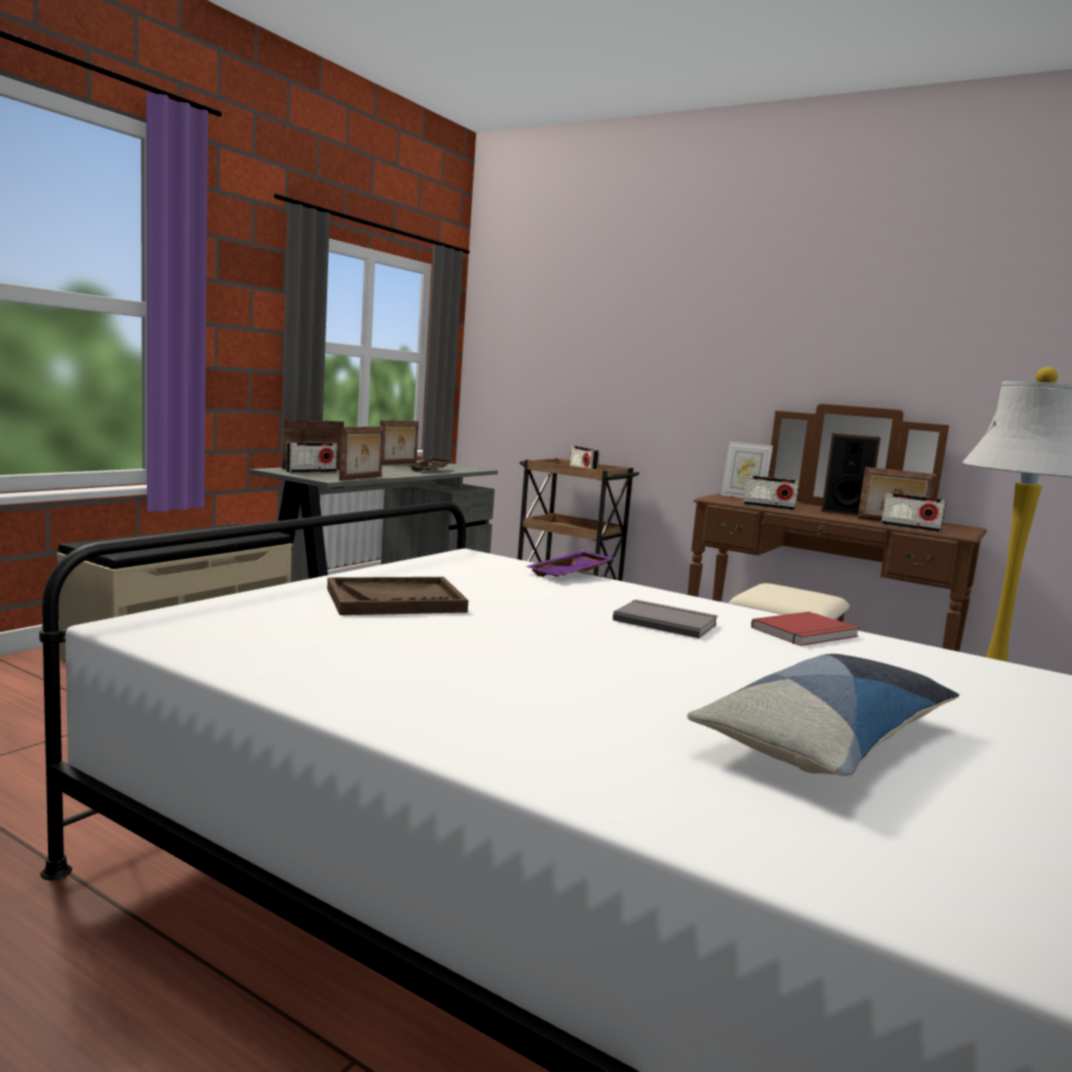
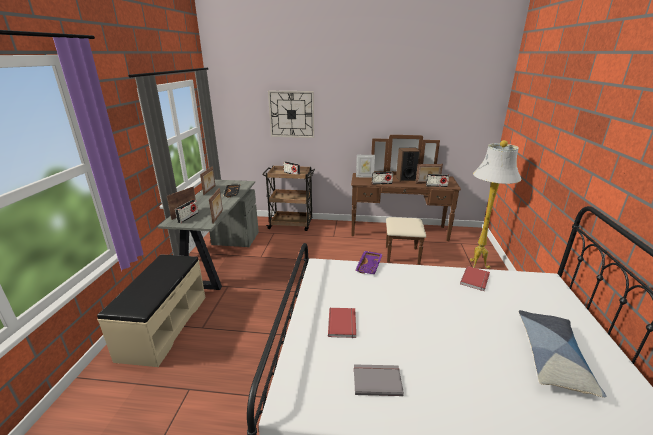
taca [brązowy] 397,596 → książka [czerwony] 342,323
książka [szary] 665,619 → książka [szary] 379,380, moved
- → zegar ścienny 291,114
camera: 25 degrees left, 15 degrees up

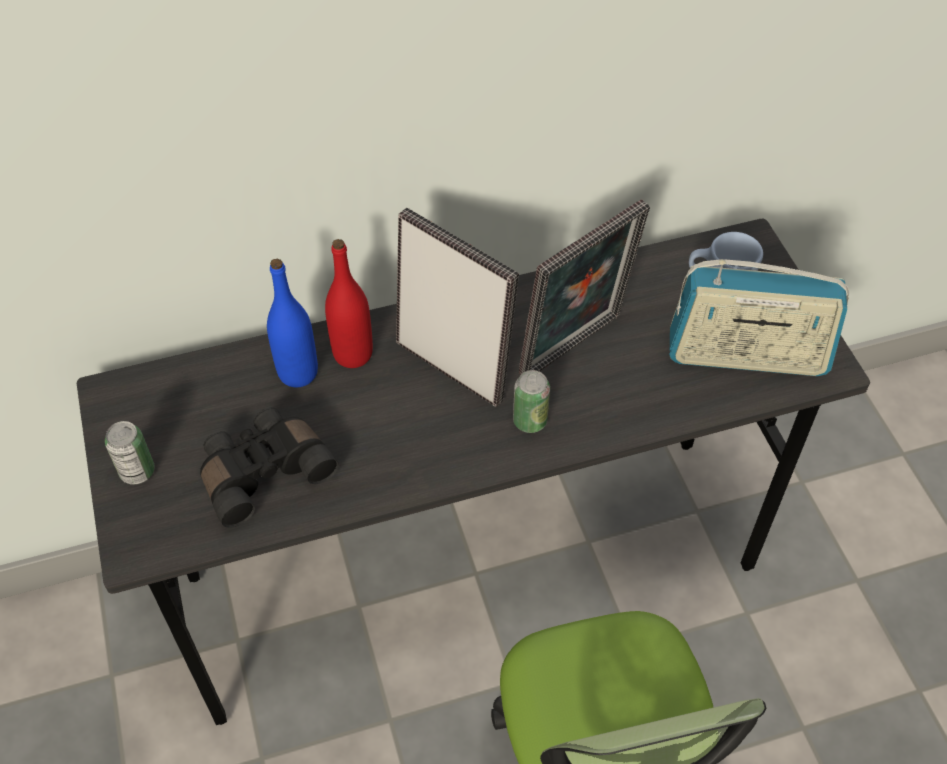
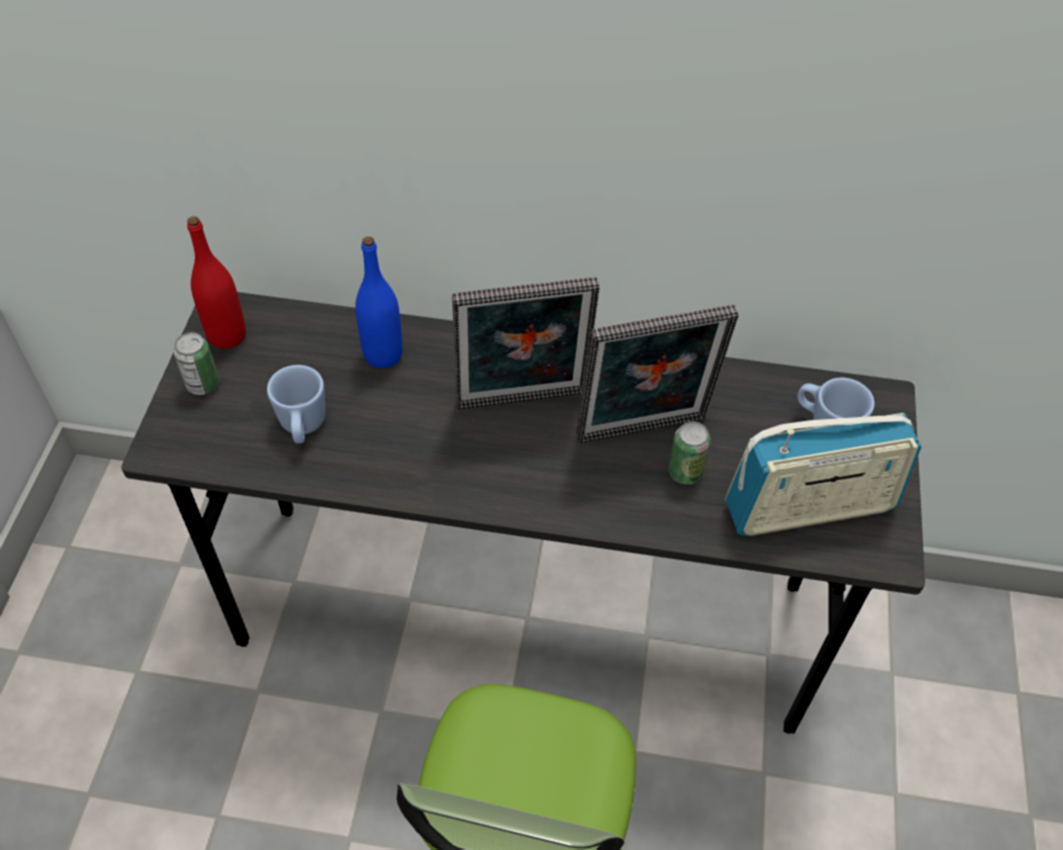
ramka na zdjęcie 457,307 → ramka na zdjęcie 526,343, 105 degrees clockwise
butelka [czerwony] 349,303 → butelka [czerwony] 216,282, moved
radio 759,317 → radio 823,474, 45 degrees counterclockwise
puszka 531,401 → puszka 689,452, moved
lornetka [czarny] 269,467 → kubek [niebieski] 296,404
camera: 25 degrees right, 0 degrees up

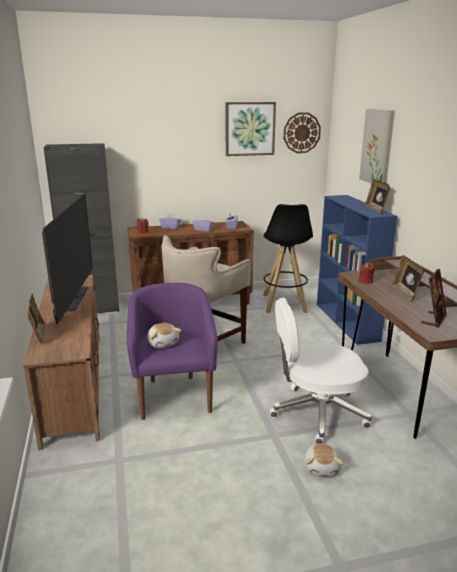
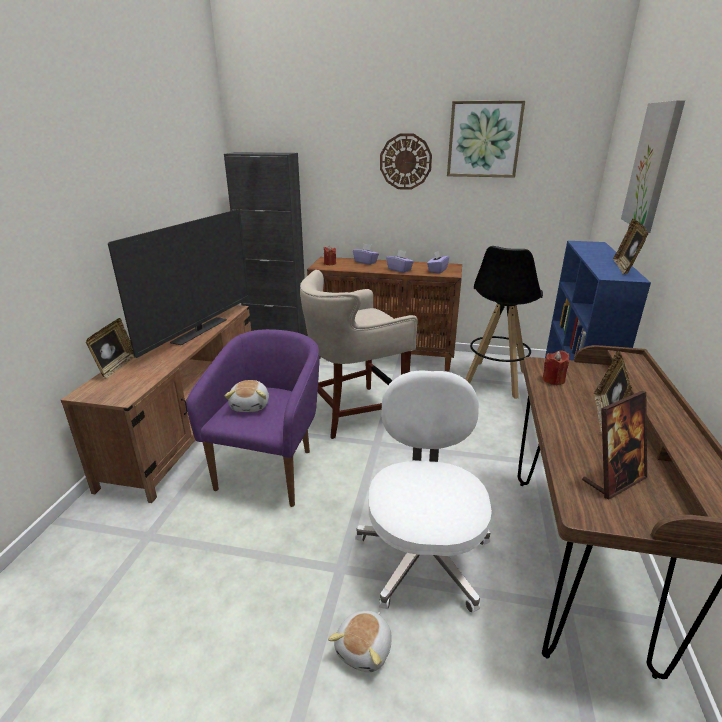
zegar ścienny 302,132 → zegar ścienny 406,162, moved
krzesło biurowe [biały] 321,371 → krzesło biurowe [biały] 423,491, 75 degrees clockwise
camera: 25 degrees right, 5 degrees up

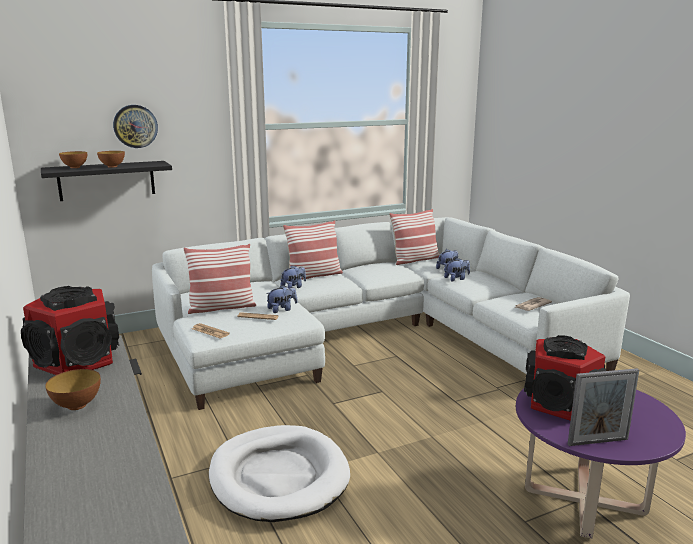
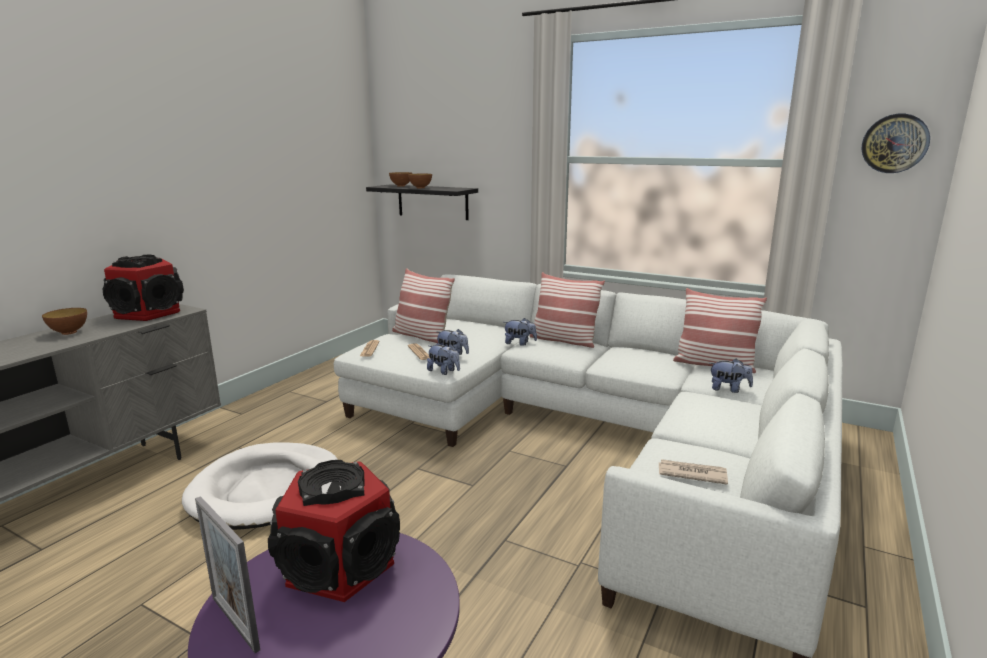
zegar ścienny 135,126 → zegar ścienny 896,143, moved
pluszak 457,269 → pluszak 443,359, moved
camera: 55 degrees right, 0 degrees up

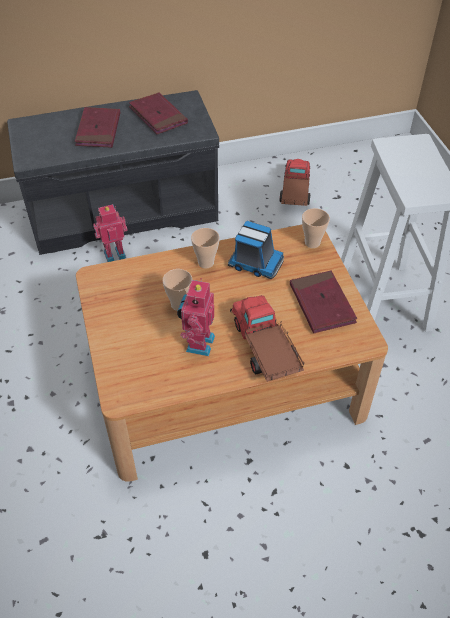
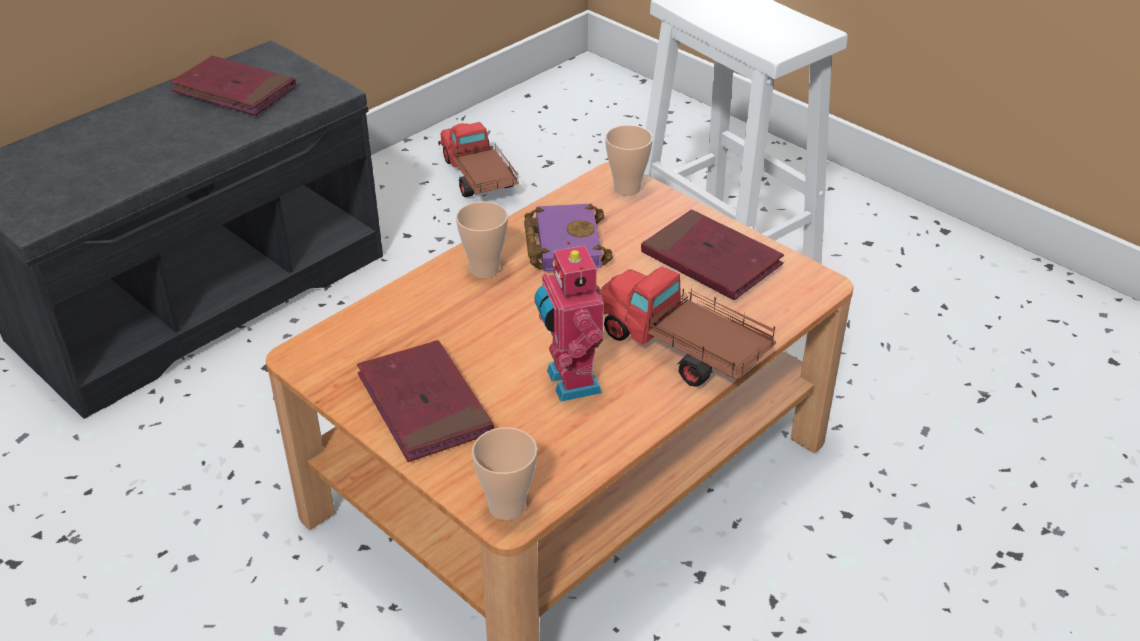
książka [czerwony] 97,127 → książka [czerwony] 425,401, moved
robot zabawkowy 110,233 → -
ciężarówka zabawkowa 256,250 → książka [fioletowy] 568,237
filiżanka 178,290 → filiżanka 504,473, moved
camera: 30 degrees left, 10 degrees down

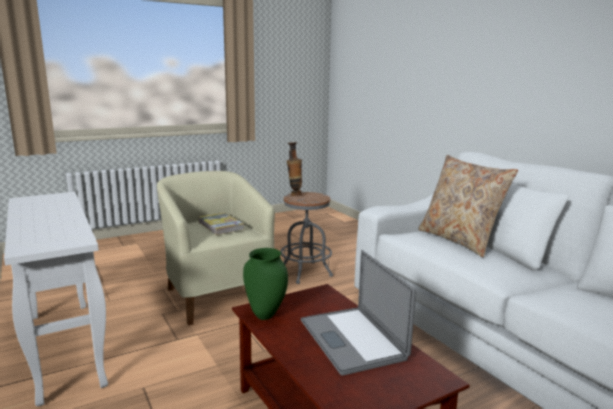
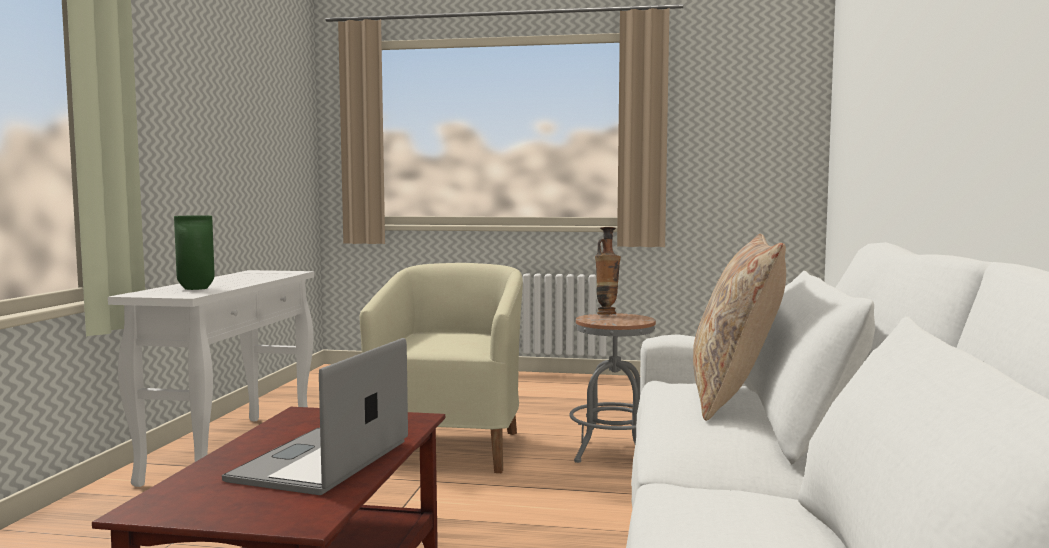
książka 221,223 → -
wazon [zielony] 265,284 → wazon [zielony] 194,252, moved
camera: 40 degrees right, 10 degrees down

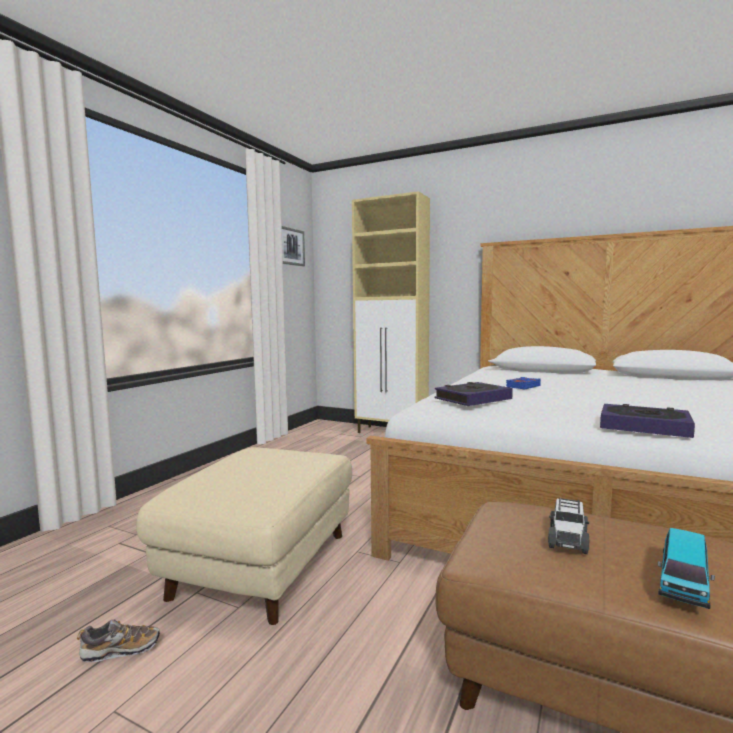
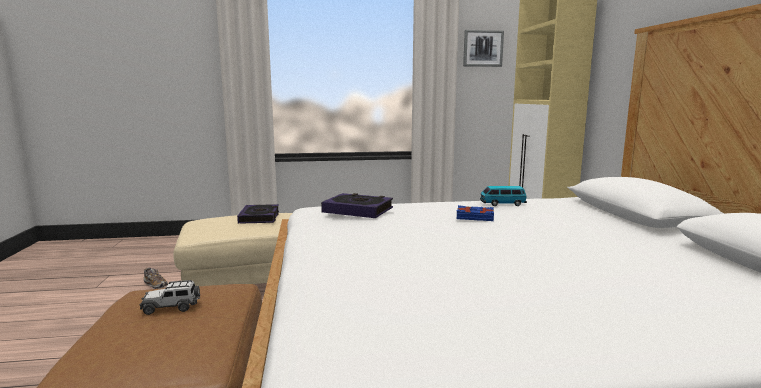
książka 647,421 → książka 258,214, moved
samochodzik 686,568 → samochodzik 503,196, moved
camera: 55 degrees right, 5 degrees up

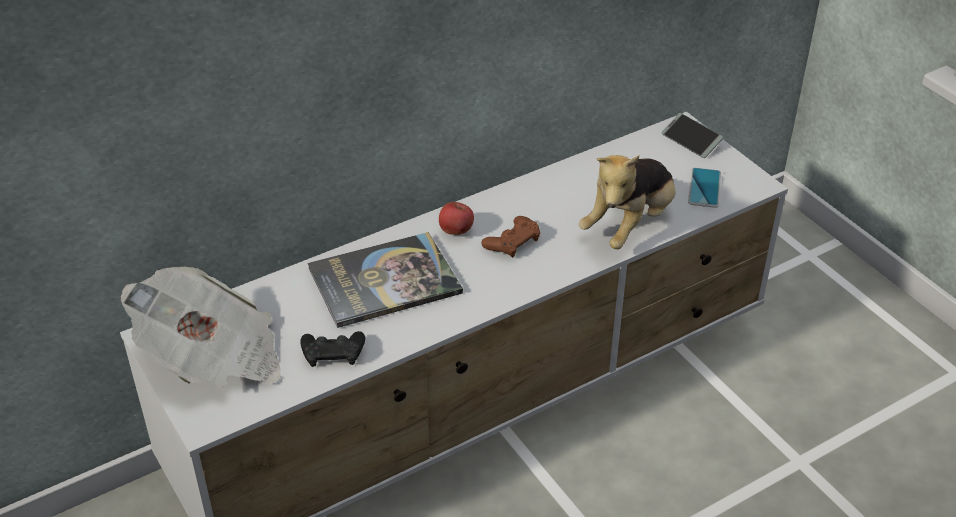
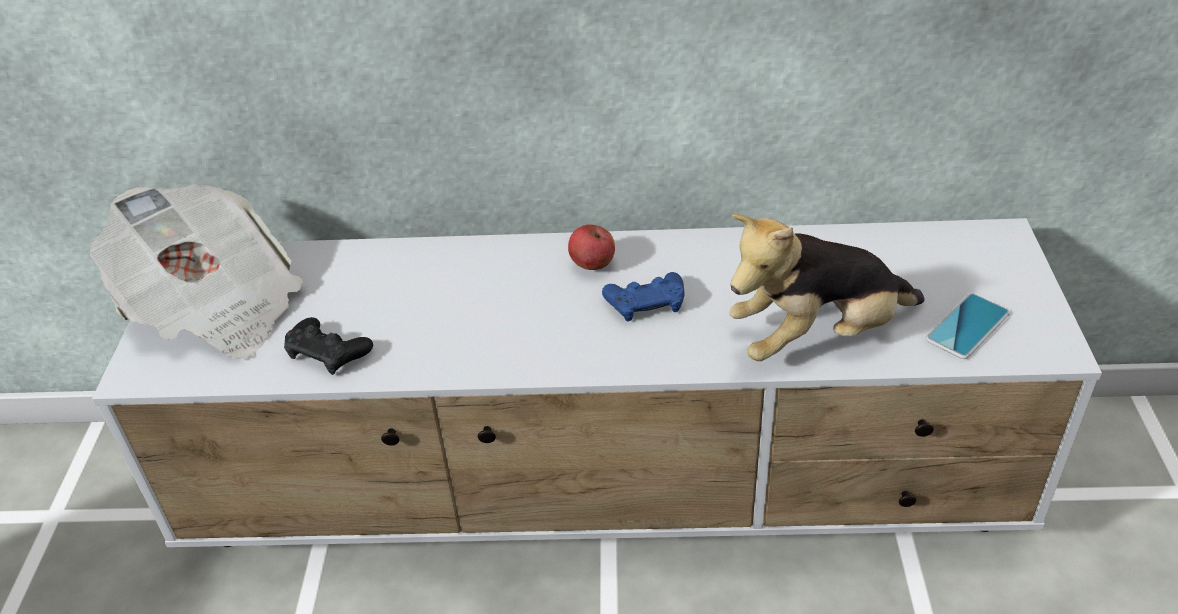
telefon 692,135 → -
pad do gier [brązowy] 510,237 → pad do gier [niebieski] 643,297
książka 385,280 → -
camera: 35 degrees right, 0 degrees up

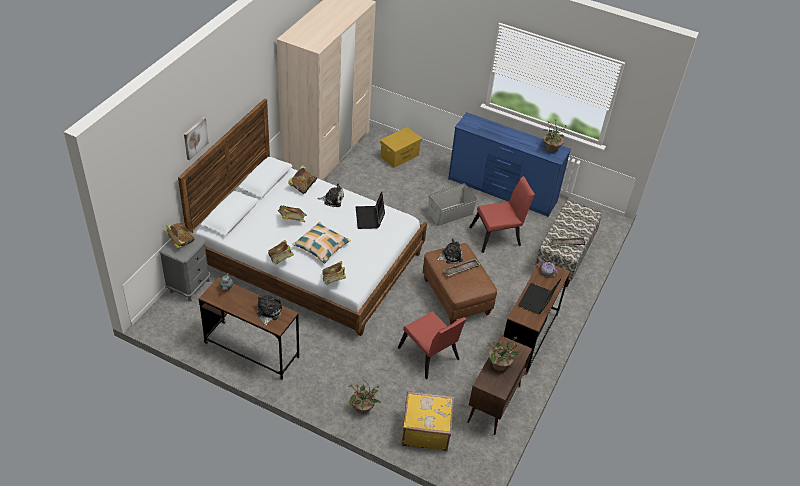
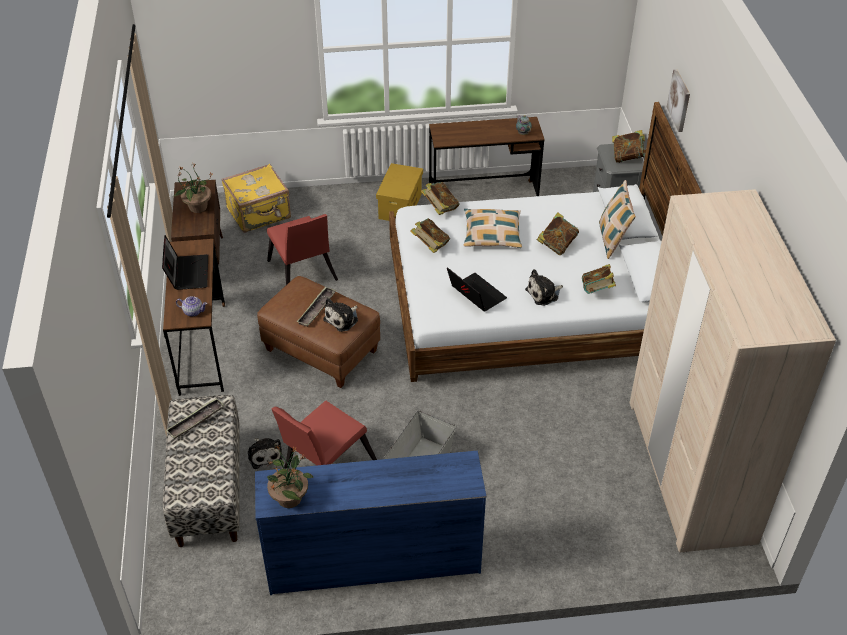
pojemnik do przechowywania [żółty] 401,147 → pojemnik do przechowywania [żółty] 399,192, moved
książka 281,252 → książka 430,235, moved
pluszak 269,310 → pluszak 265,453, moved
krzesło [czerwony] 432,345 → krzesło [czerwony] 302,249, 135 degrees counterclockwise
roślina doniczkowa 365,397 → -
- → poduszka 617,219
camera: 150 degrees right, 0 degrees up

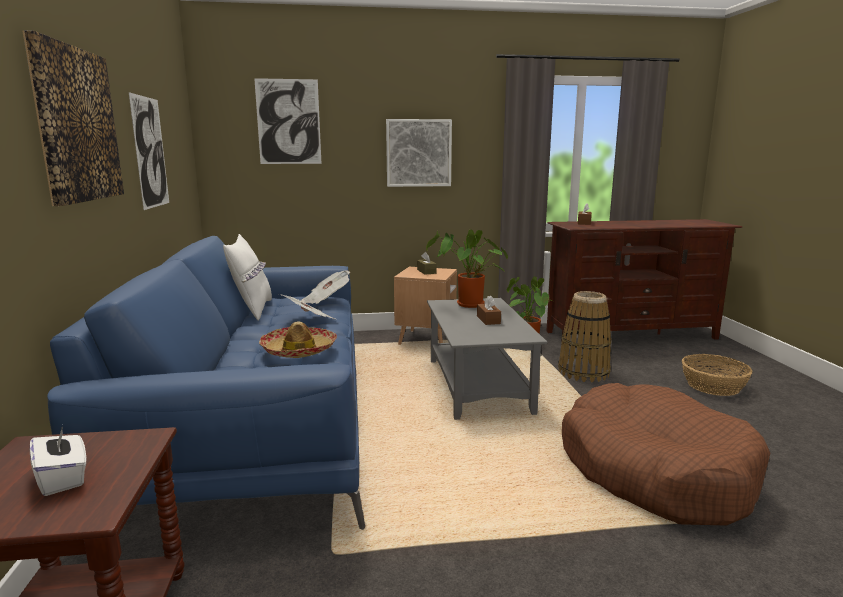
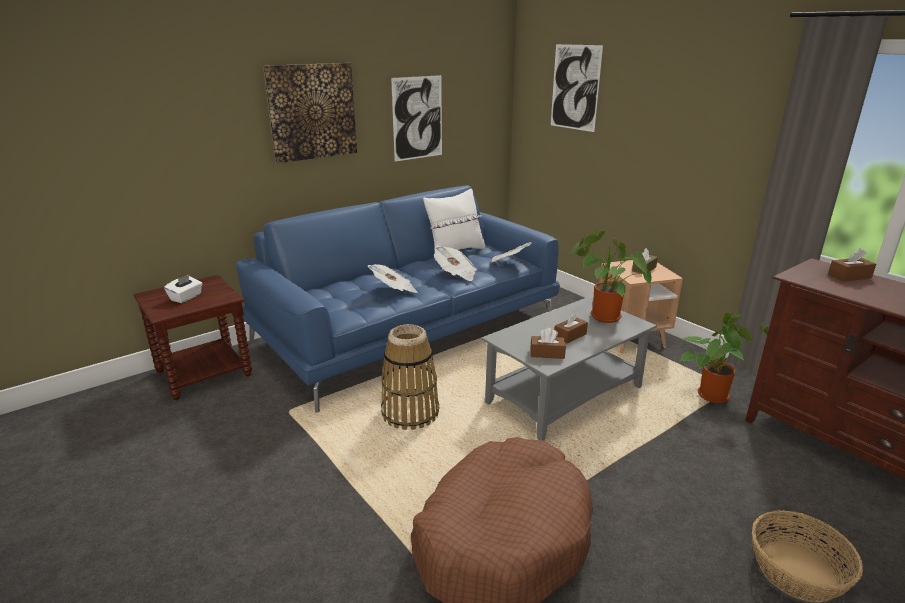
obraz 419,153 → -
koszyk 585,336 → koszyk 410,377, moved
kapelusz 298,339 → gazeta 393,278
- → pudełko chusteczek [brązowy] 548,343
camera: 60 degrees right, 10 degrees up

